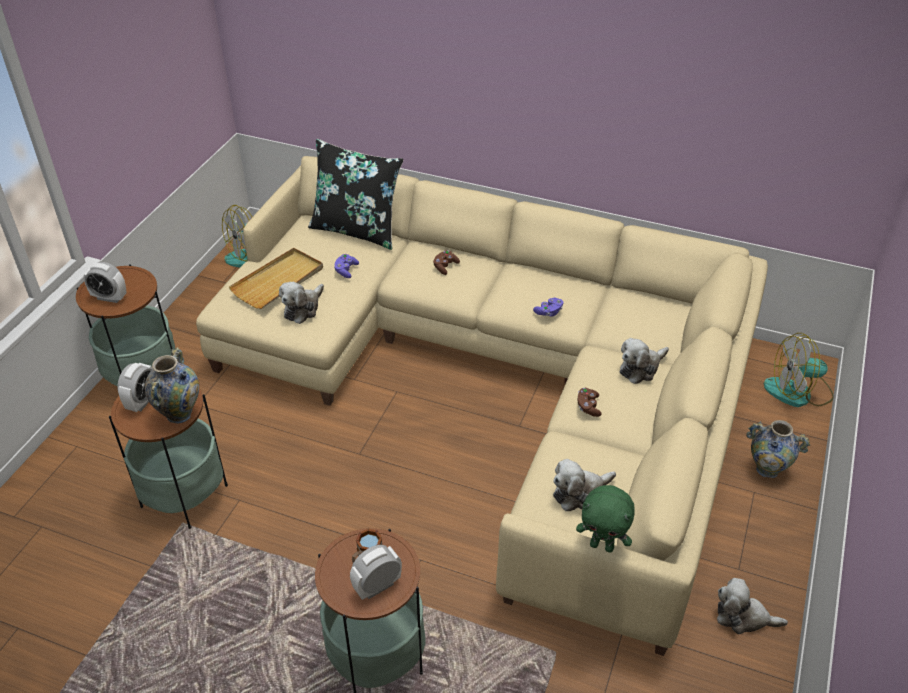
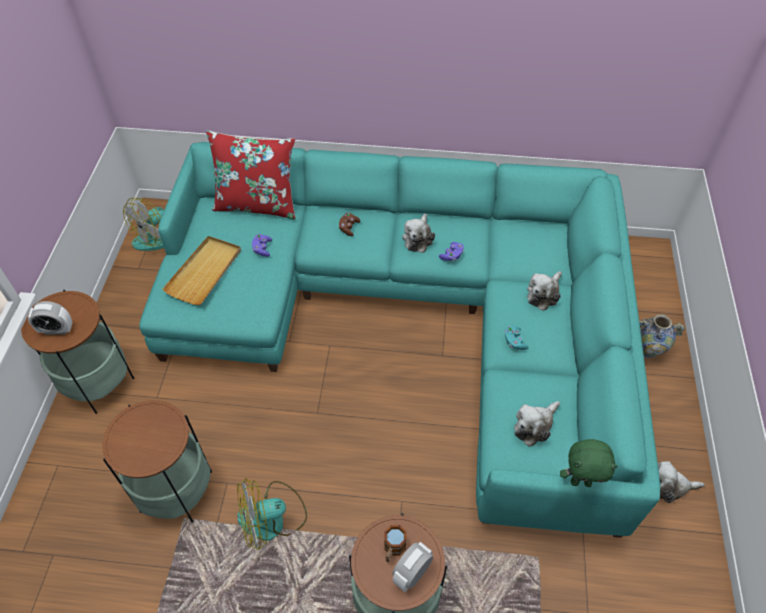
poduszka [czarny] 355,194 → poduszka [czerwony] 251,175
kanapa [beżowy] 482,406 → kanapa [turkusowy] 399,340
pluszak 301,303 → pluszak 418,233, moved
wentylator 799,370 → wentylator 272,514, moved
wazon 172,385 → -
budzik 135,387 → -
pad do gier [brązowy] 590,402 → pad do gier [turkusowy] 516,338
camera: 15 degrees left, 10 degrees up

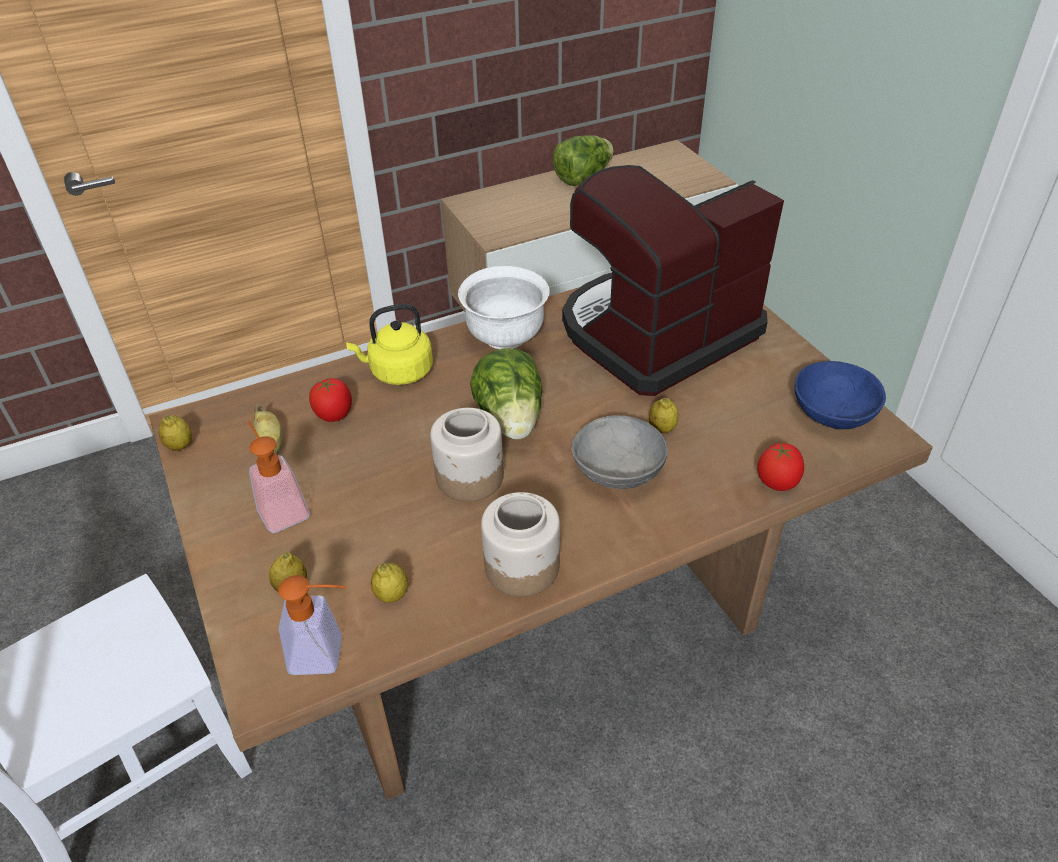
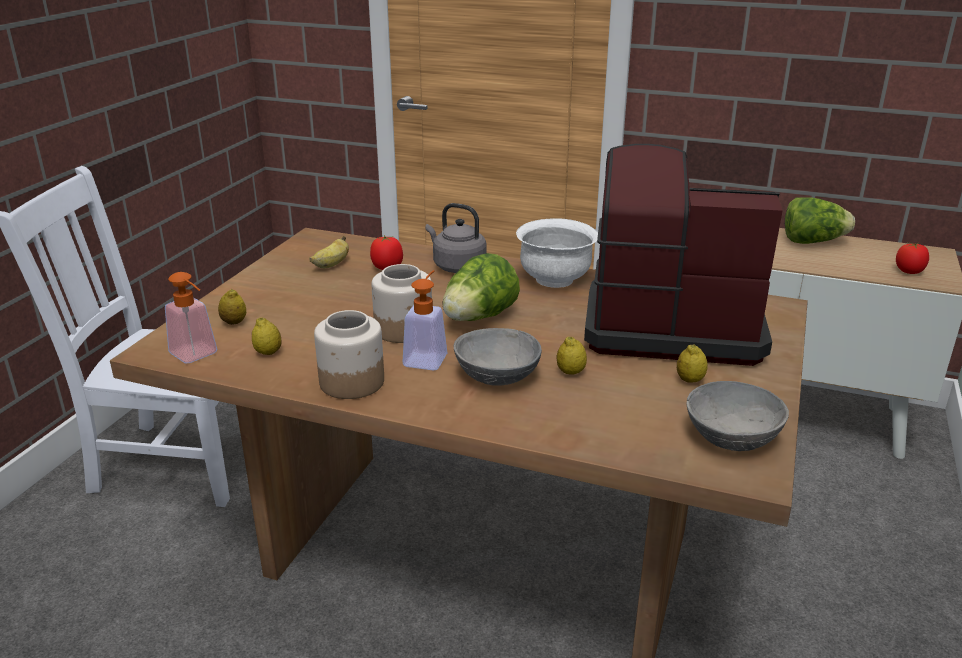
czajnik [żółty] 389,344 → czajnik [szary] 455,238
miska [niebieski] 840,395 → miska [szary] 737,416
cytryna 175,433 → cytryna 692,363, moved
dozownik mydła 279,477 → dozownik mydła 425,320, moved
pomidor 780,466 → pomidor 912,258, moved
camera: 45 degrees right, 15 degrees down

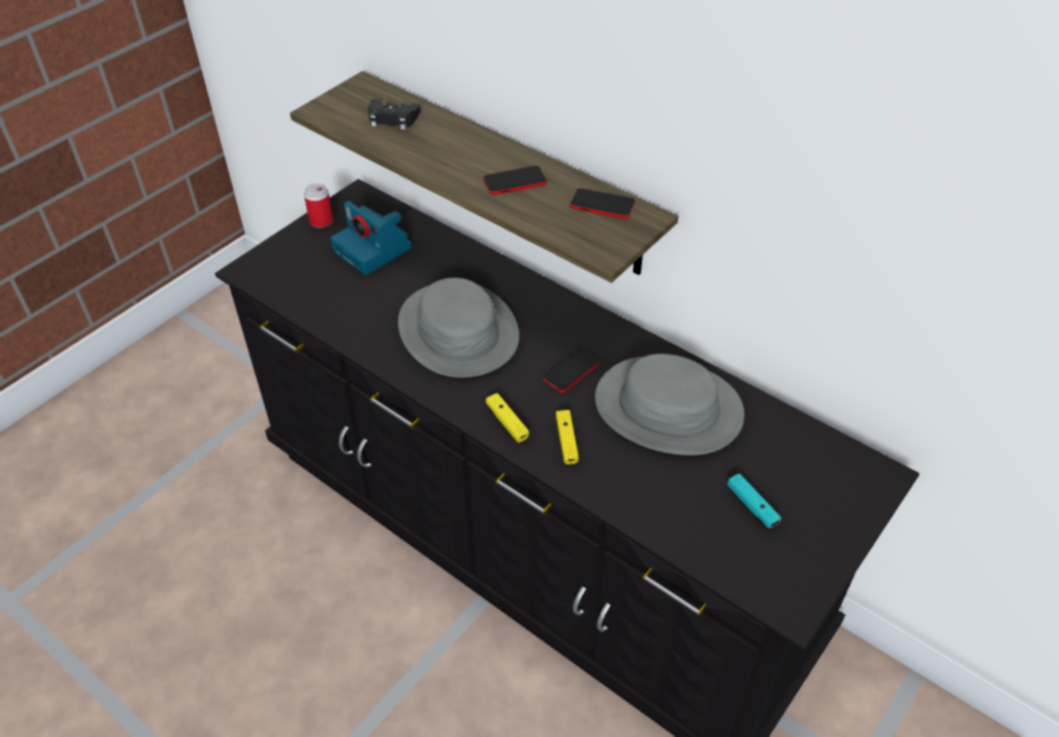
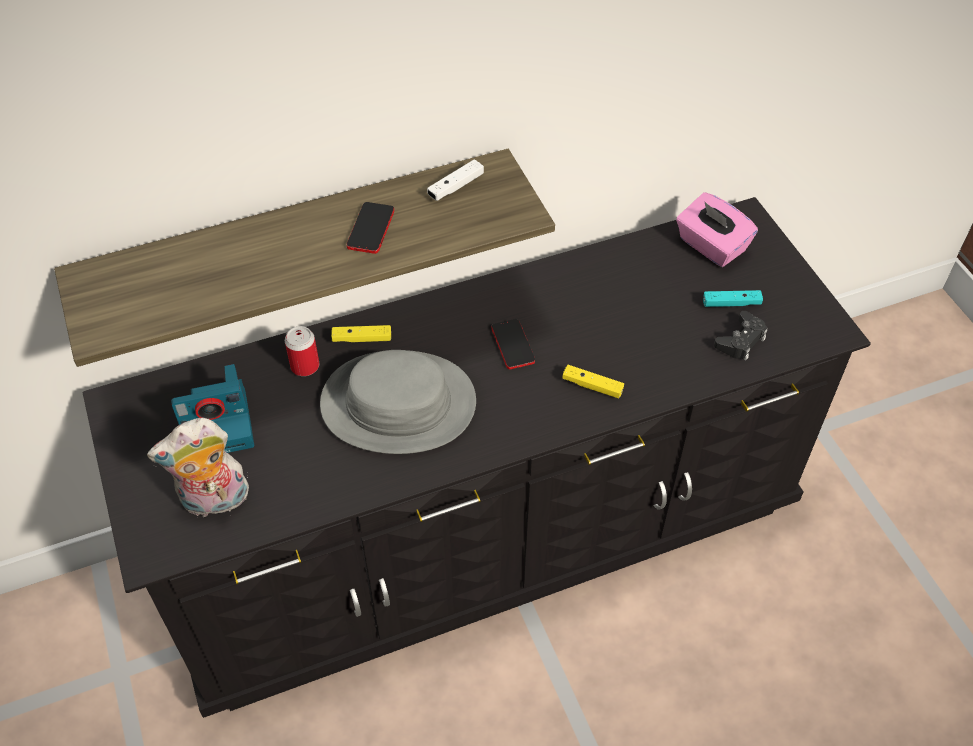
pad do gier [czarny] 394,114 → pad do gier [czarny] 741,336, moved
puszka 318,206 → puszka 302,351, moved
telefon 602,203 → pad do gier [biały] 455,180
kapelusz [szary] 669,404 → -
pad do gier [żółty] 507,417 → pad do gier [żółty] 361,333, moved
- → pudełko chusteczek [różowy] 717,229
- → pluszak 198,468
camera: 60 degrees left, 5 degrees up

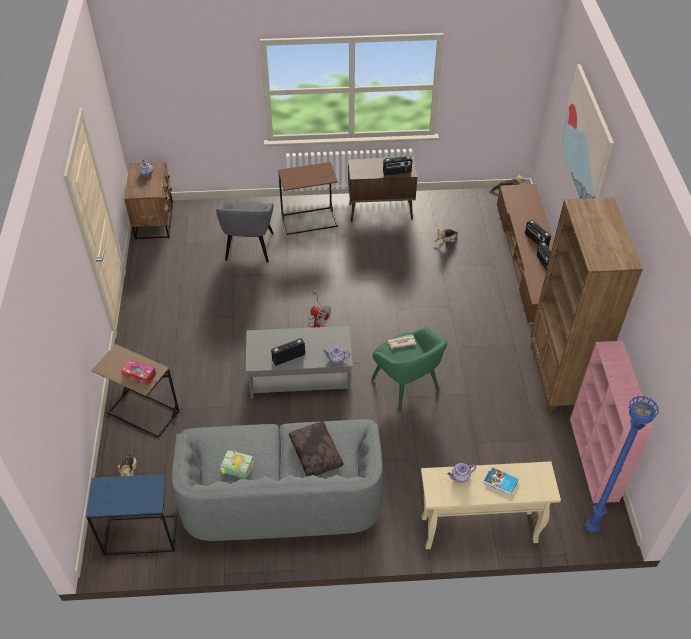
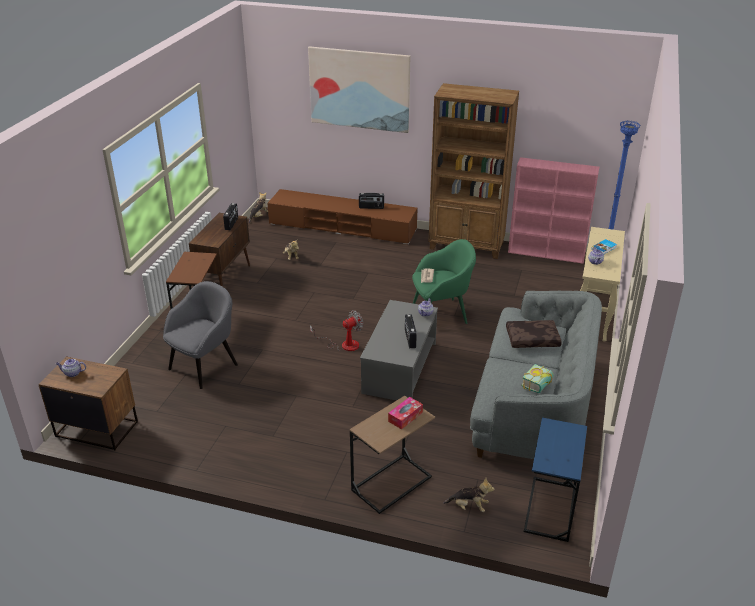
fotel [szary] 245,232 → fotel [szary] 200,335, 75 degrees counterclockwise
radio 538,233 → -
camera: 70 degrees left, 15 degrees down

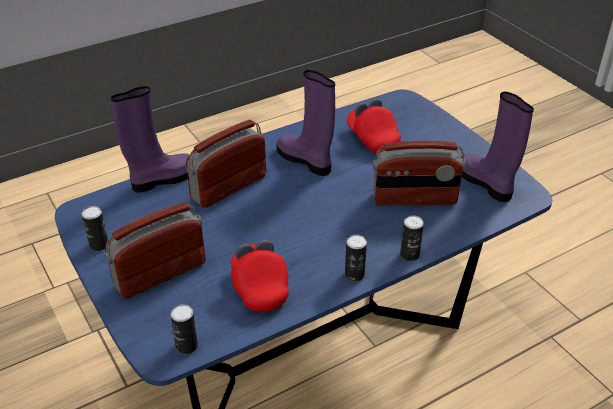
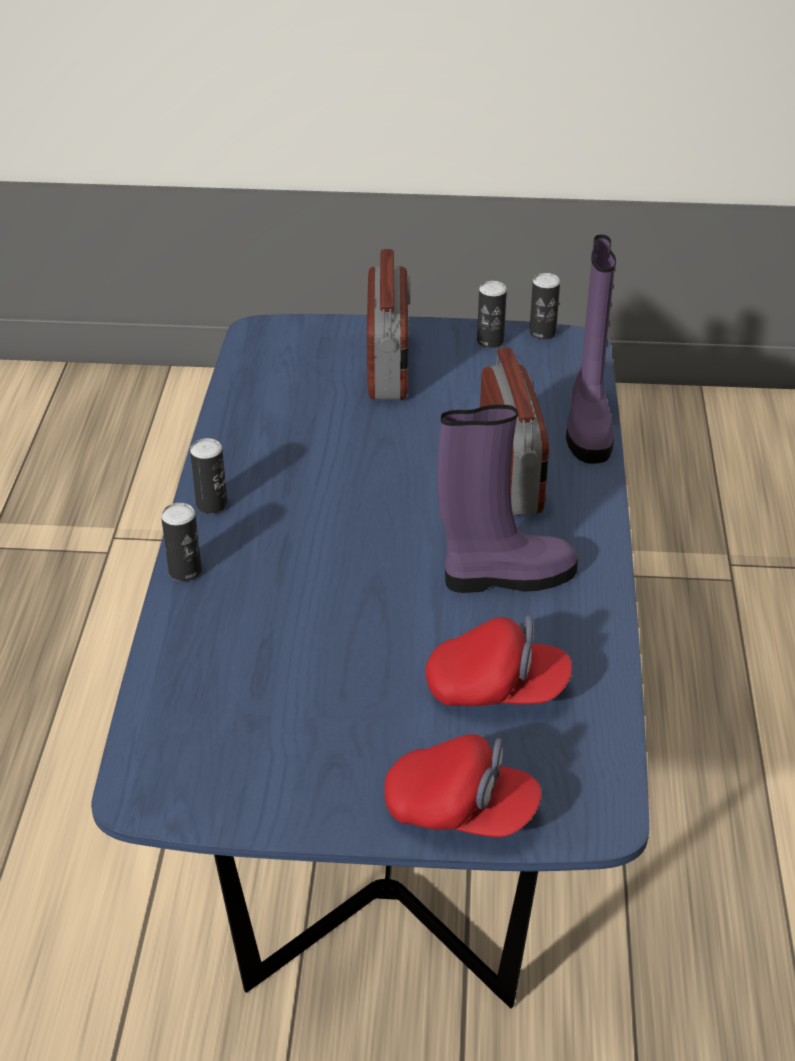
but z cholewką [fioletowy] 497,147 → -
radio 419,173 → -
czapka z daszkiem [czerwony] 260,276 → czapka z daszkiem [czerwony] 463,785, moved
puszka 184,329 → puszka 544,306, moved
camera: 125 degrees right, 0 degrees up

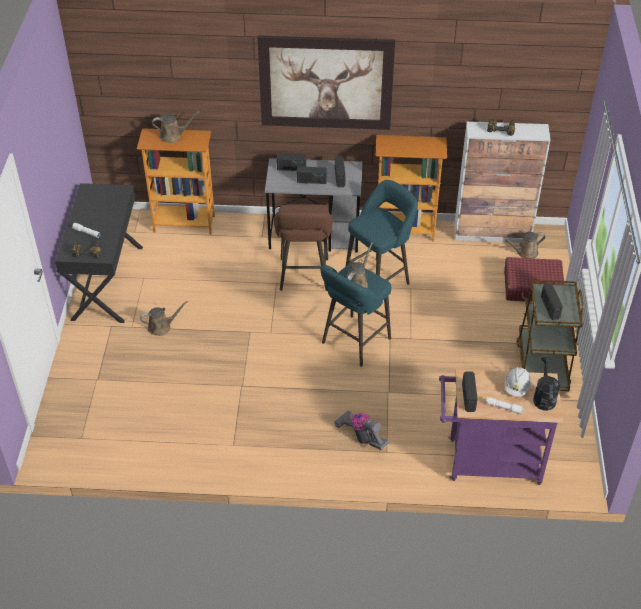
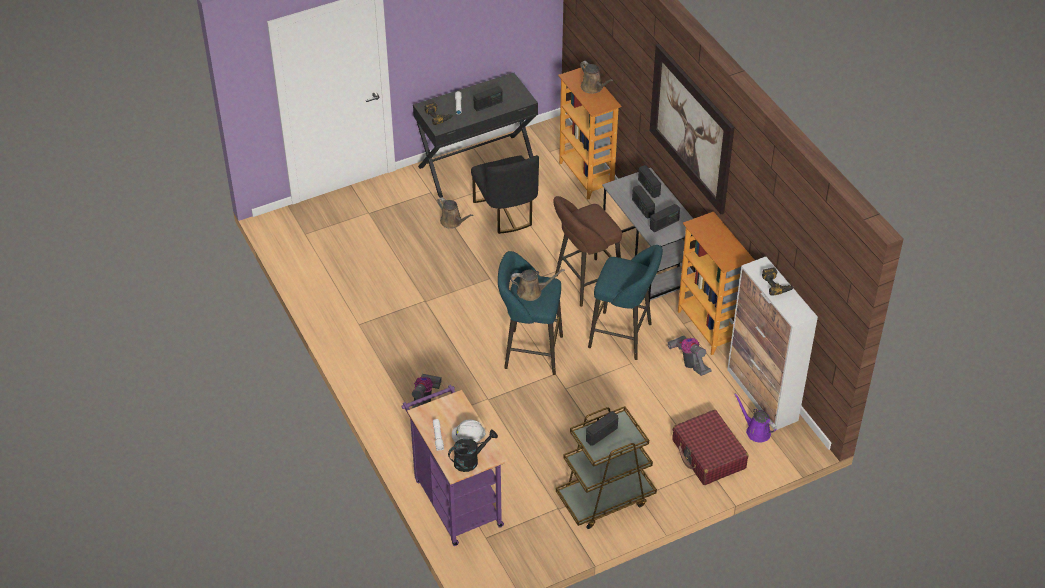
konewka [brązowy] 524,245 → konewka [fioletowy] 755,417
radio 470,391 → radio 487,98, moved
- → krzesło [czarny] 505,194
- → odkurzacz 689,356
camera: 60 degrees right, 0 degrees up

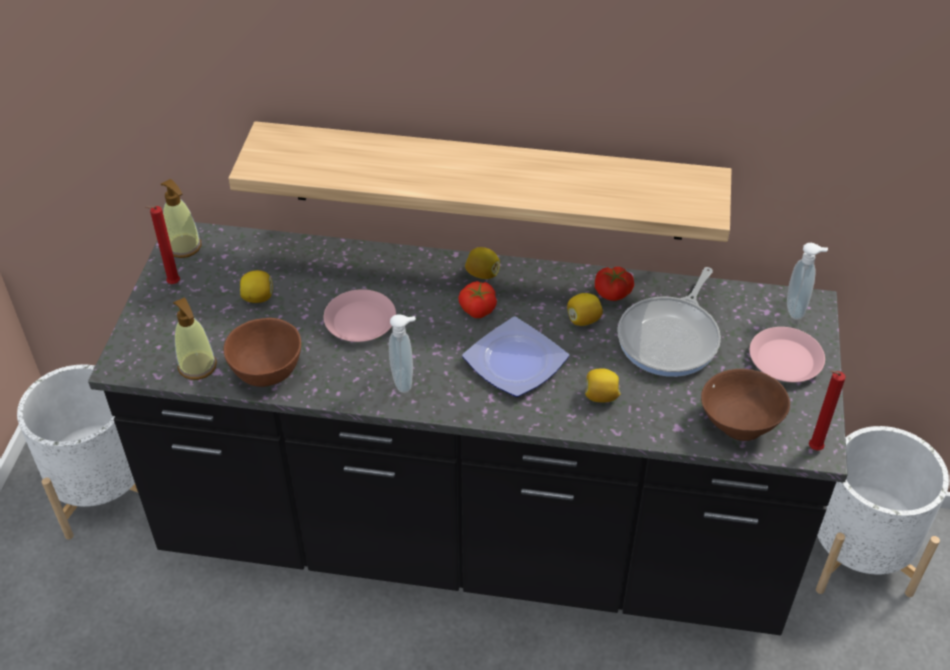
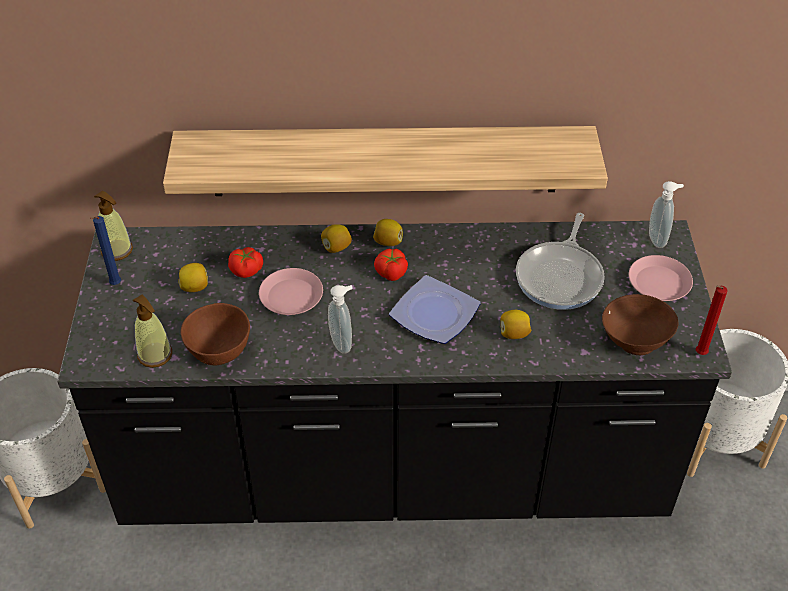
świeca [czerwony] 162,245 → świeca [niebieski] 105,250
pomidor 614,284 → pomidor 245,262, moved
cytryna 585,309 → cytryna 336,238, moved
camera: 10 degrees left, 0 degrees up

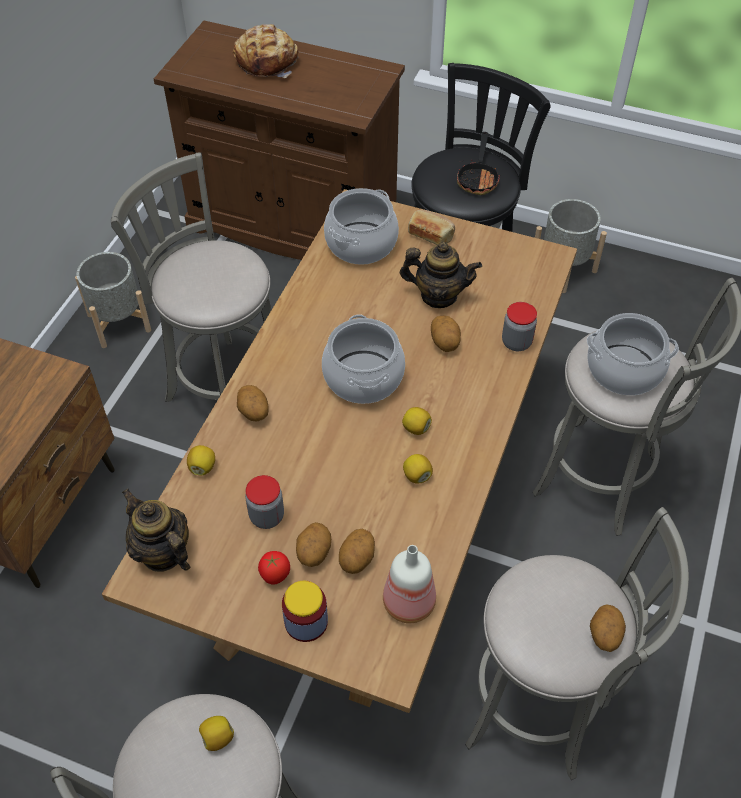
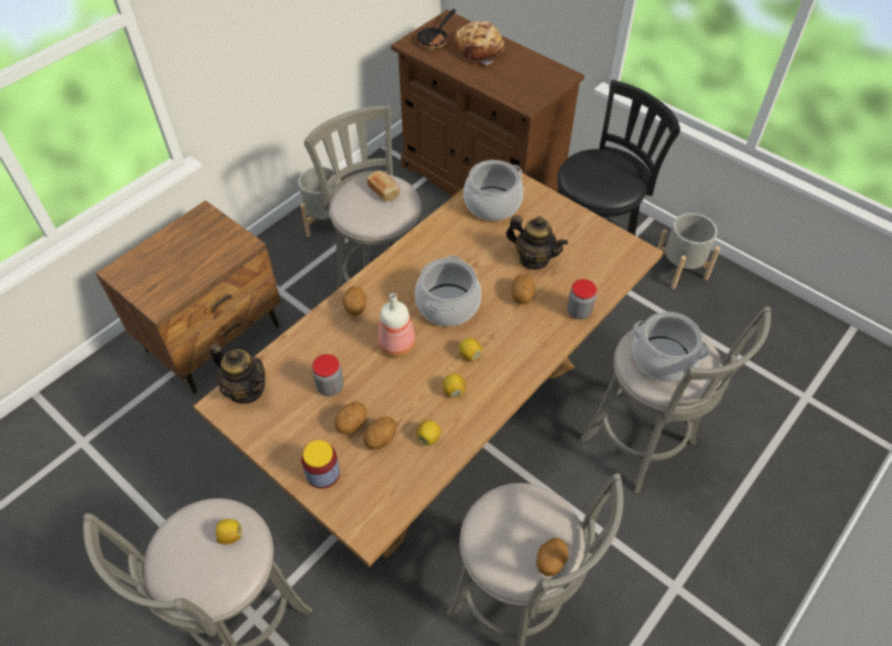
patelnia 478,163 → patelnia 436,29, moved
chleb 431,227 → chleb 383,186, moved
cytryna 201,460 → cytryna 428,433, moved
imbryk 156,530 → imbryk 237,373, 150 degrees clockwise
butelka 409,584 → butelka 396,325, moved
pomidor 274,568 → -
camera: 20 degrees right, 0 degrees up

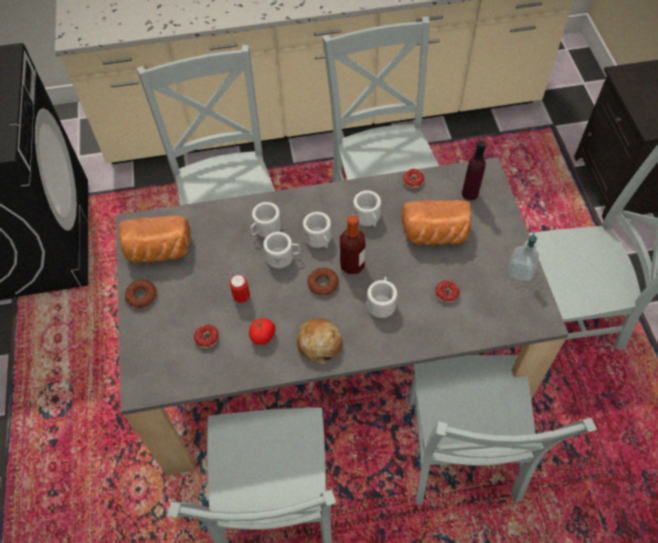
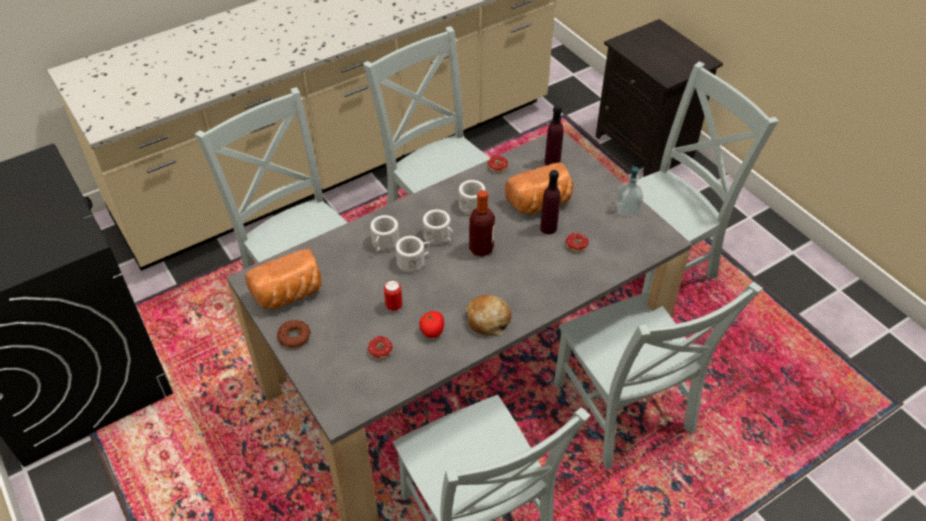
donut 323,281 → -
kubek [biały] 382,297 → -
- → butelka [fioletowy] 550,202
camera: 25 degrees left, 10 degrees down

